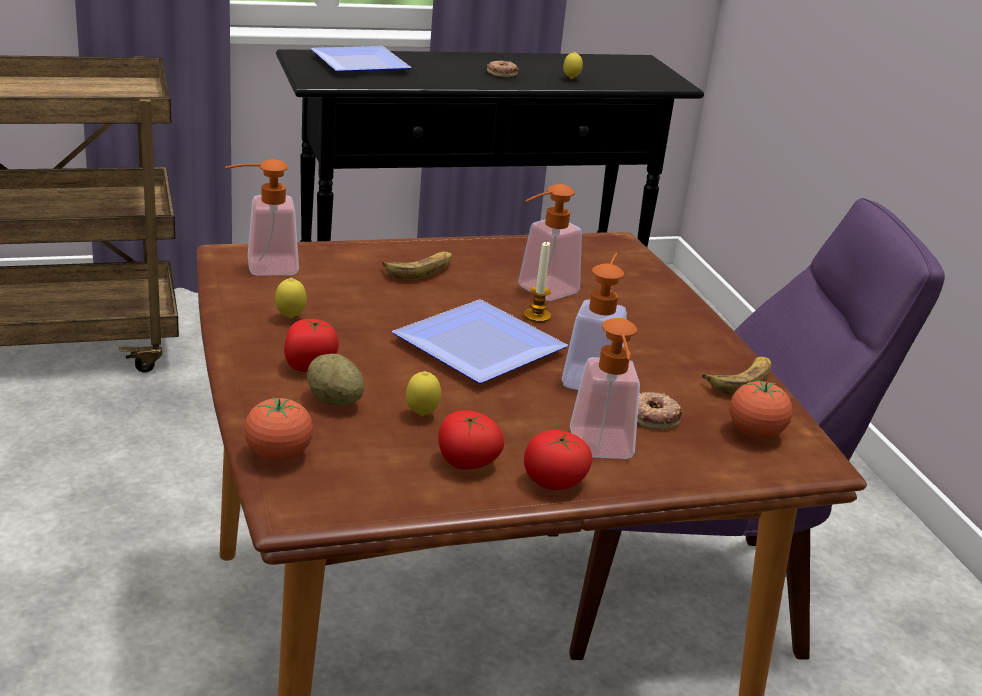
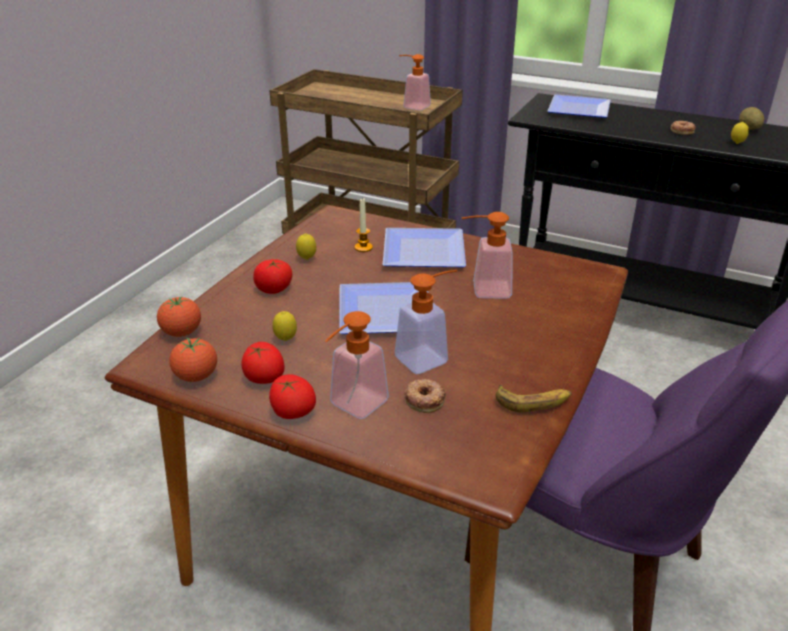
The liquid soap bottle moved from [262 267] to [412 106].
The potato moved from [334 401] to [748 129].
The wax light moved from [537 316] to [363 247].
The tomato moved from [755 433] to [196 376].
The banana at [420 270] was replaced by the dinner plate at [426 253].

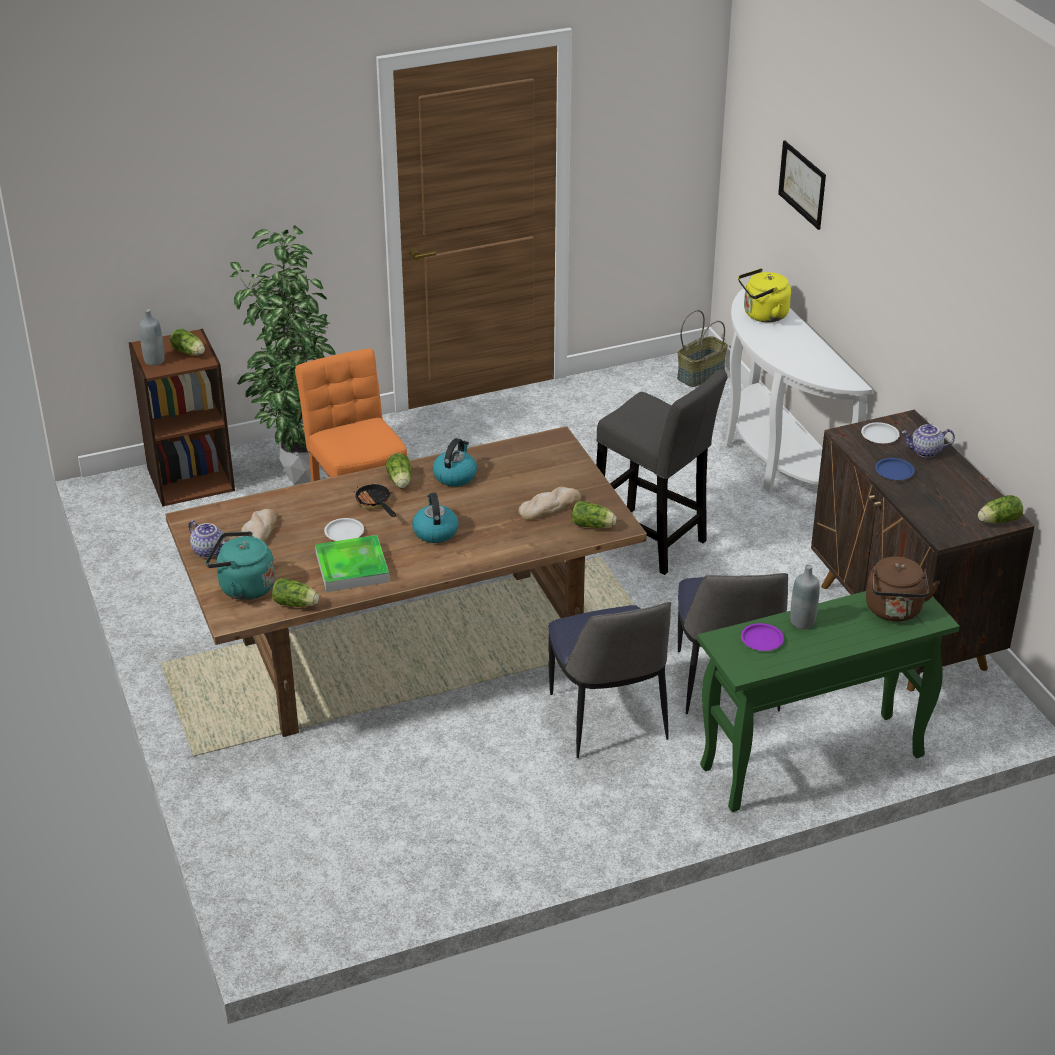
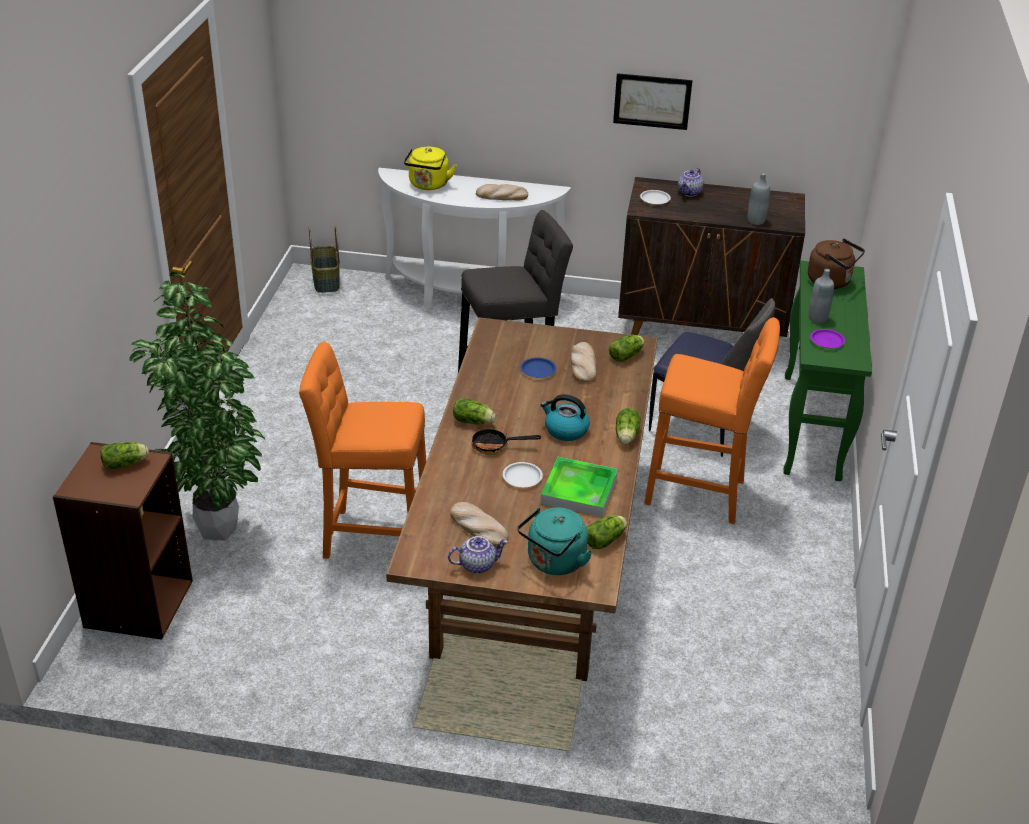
The tea kettle at [455 476] disappeared.
The baked bread at [502 196] appeared.
The drink bottle (grey) moved from [154 361] to [756 221].
The wall picture moved from [802 184] to [652 101].
The dinner plate (blue) moved from [894 471] to [537 370].
The lettuce head moved from [997 521] to [626 436].
The chair at [608 720] was replaced by the sitting stool (orange-coloured) at [701 495].

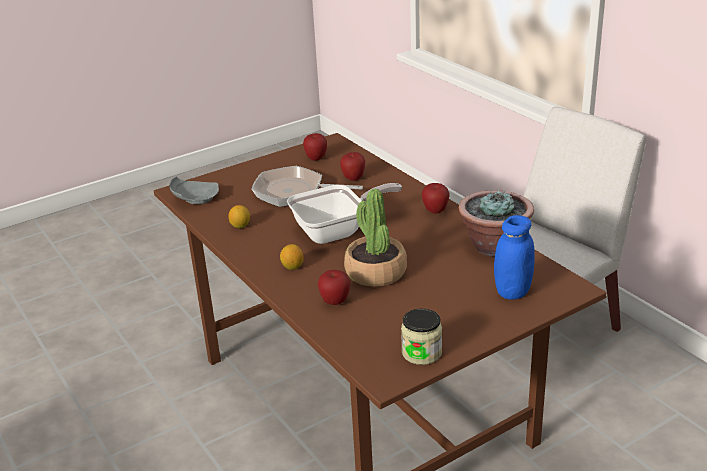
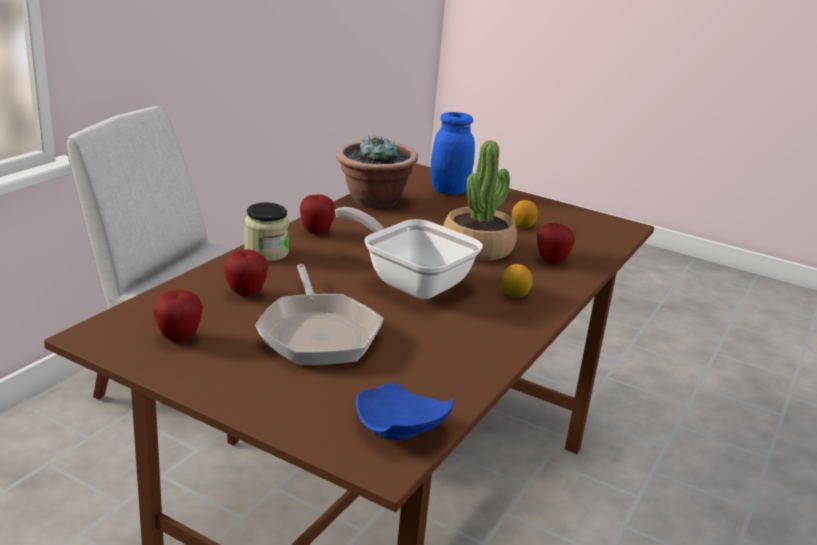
The whole lemon moved from [240 226] to [522 226].
The preserve jar moved from [421 353] to [266 252].
The dinner plate (grey) at [195 198] became the dinner plate (blue) at [399 428].

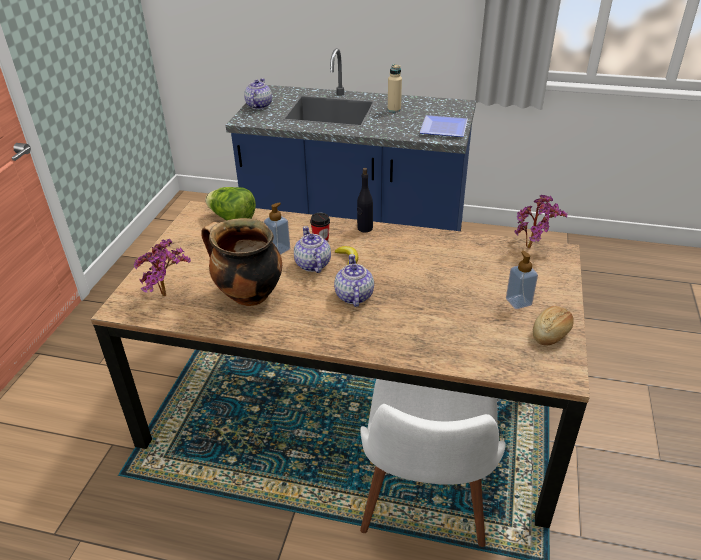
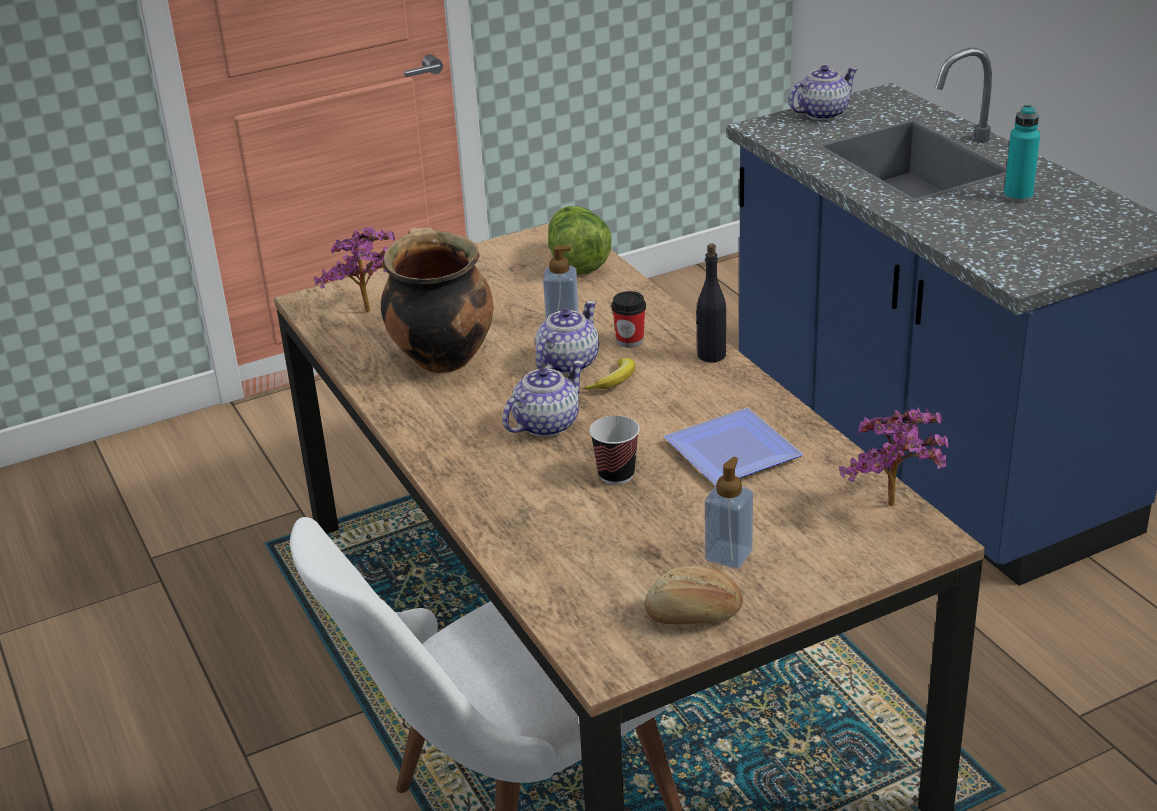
The cup at [616 475] appeared.
The dinner plate moved from [445 128] to [737 452].
The drink bottle (beige) at [394 109] became the drink bottle (turquoise-coloured) at [1018 196].

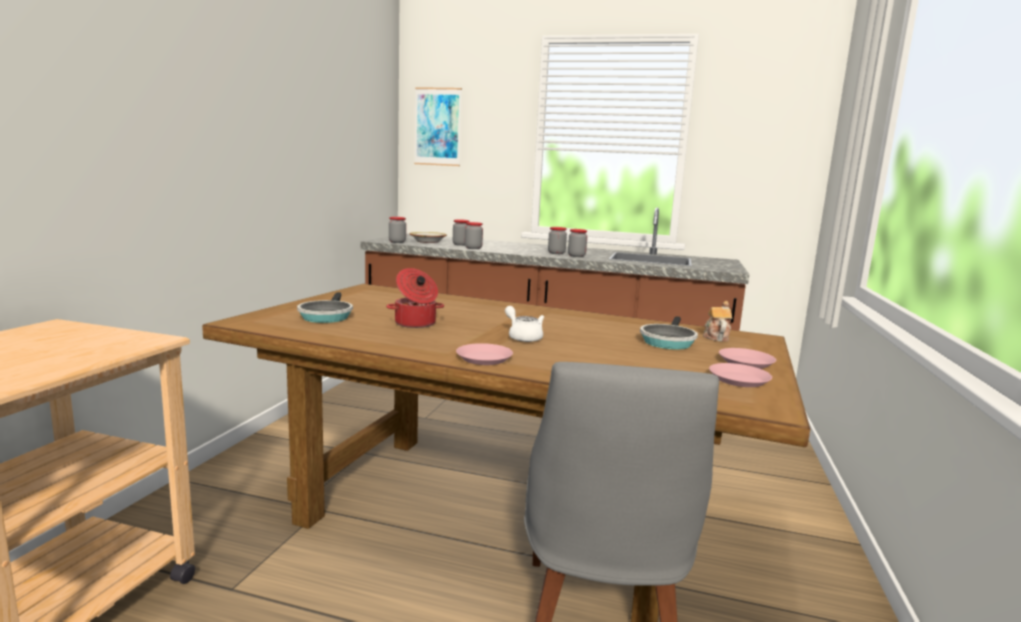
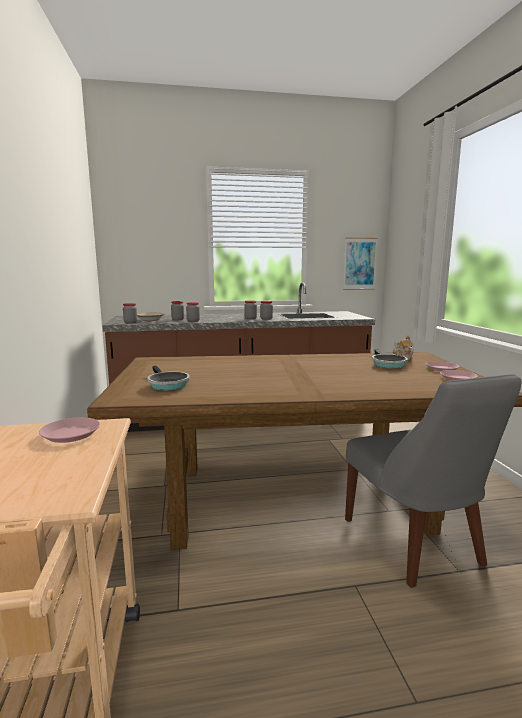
The cooking pot at [415 324] disappeared.
The teapot (whitish) at [523 337] disappeared.
The wall picture moved from [437 127] to [360 264].
The dinner plate (pinkish) moved from [483 358] to [70 434].

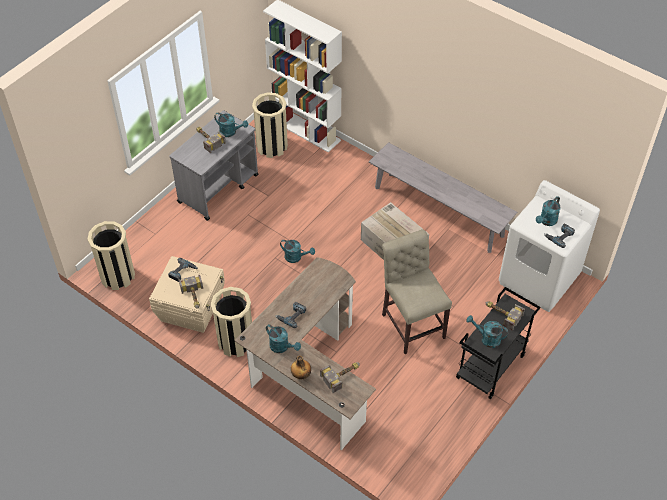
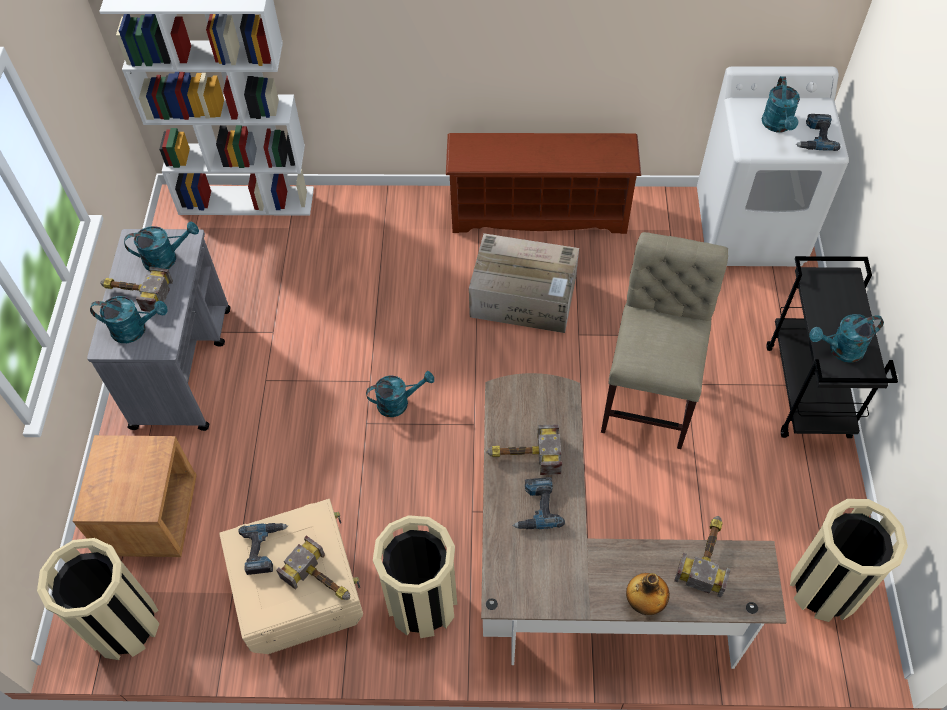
The bedside table (brownish) at [151 516] appeared.
The waste bin (beige) moved from [272 146] to [825 587].
The watering pot (turquoise-coloured) moved from [282 347] to [135 329].
The hand hammer moved from [501 314] to [522 455].
The indoor bench (grey) at [438 211] was replaced by the shoe shelf (brownish) at [539 213].
The chair (beige) at [411 323] turned 75 degrees clockwise.

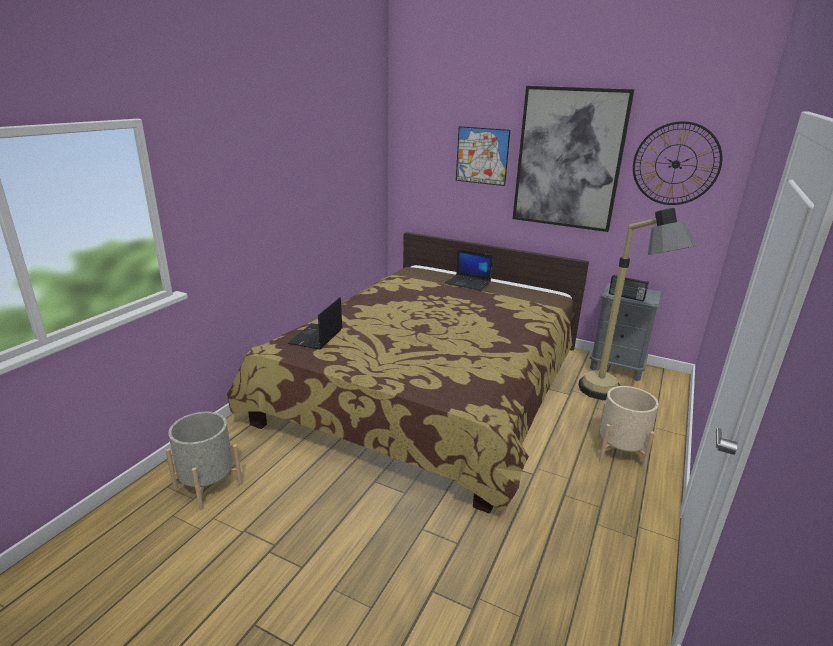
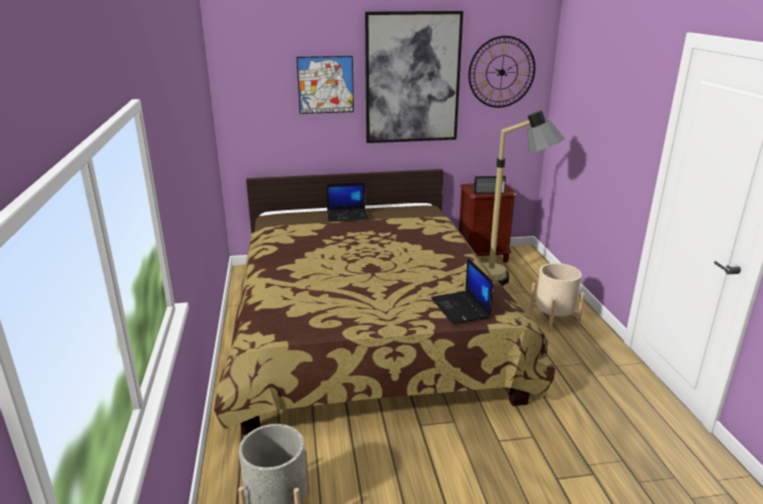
The laptop moved from [316 337] to [461 308].
The bedside table (grey) at [616 367] became the bedside table (brownish) at [483 257].

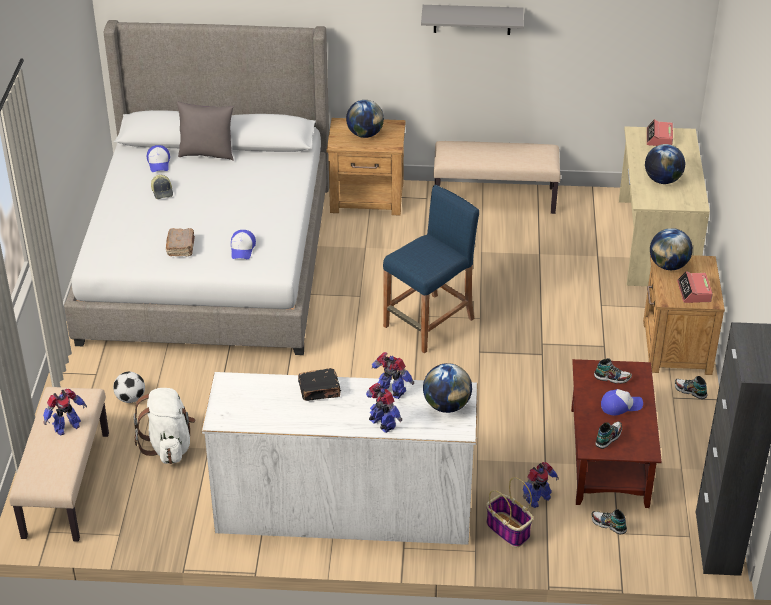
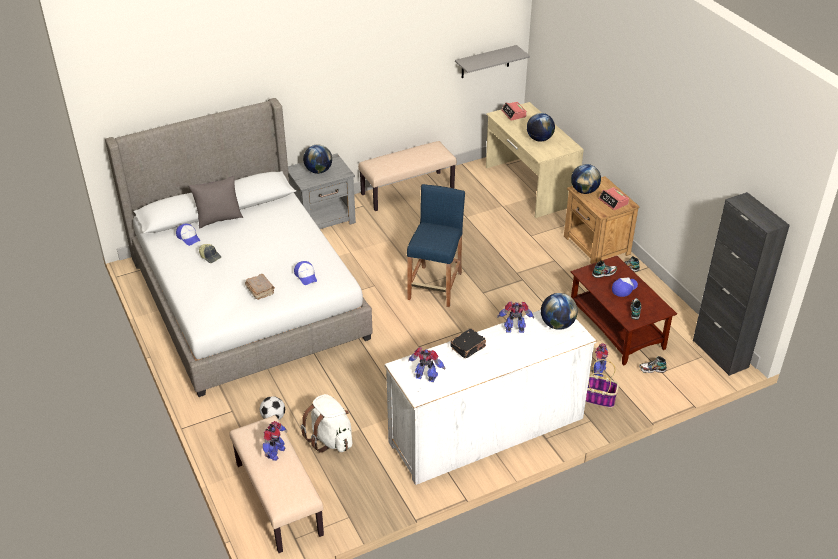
The toy robot moved from [382 424] to [426 377].
The bracket shelf (grey) moved from [472 19] to [485 62].
The bedside table (brownish) at [368 198] became the bedside table (grey) at [324 219].

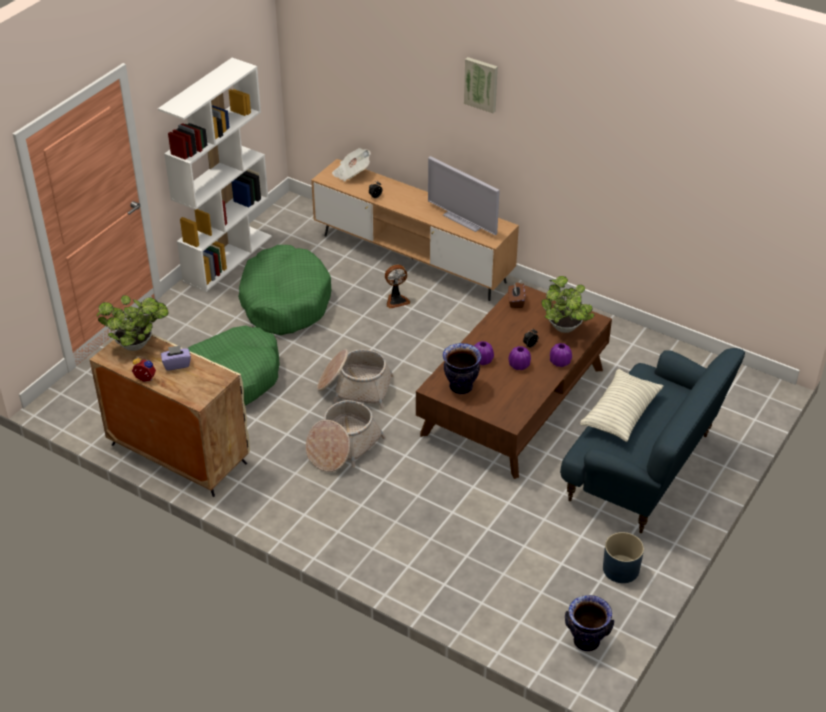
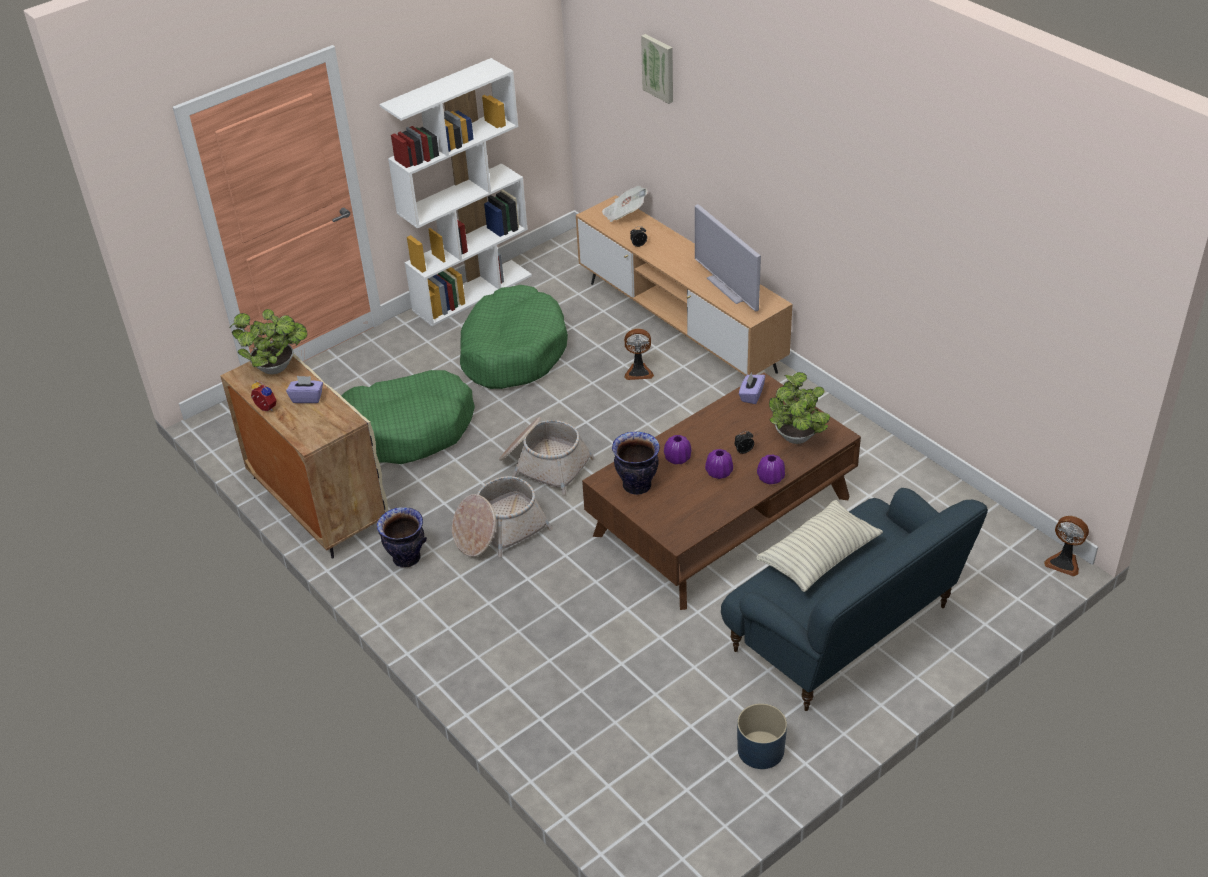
The fan at [1064 562] appeared.
The wall picture moved from [481 84] to [659 68].
The decorative vase moved from [586 641] to [407 558].
The box of tissues (brownish) at [516 301] became the box of tissues (purple) at [751 395].

